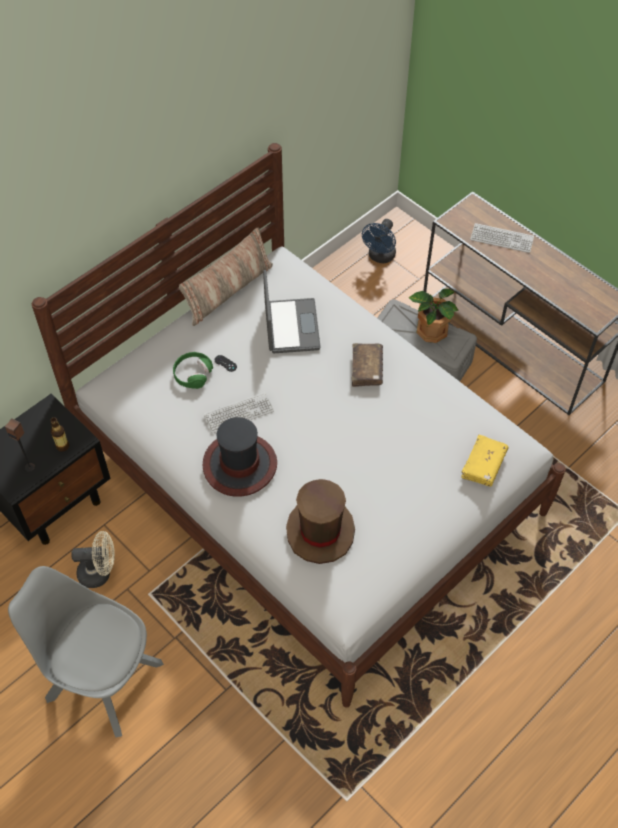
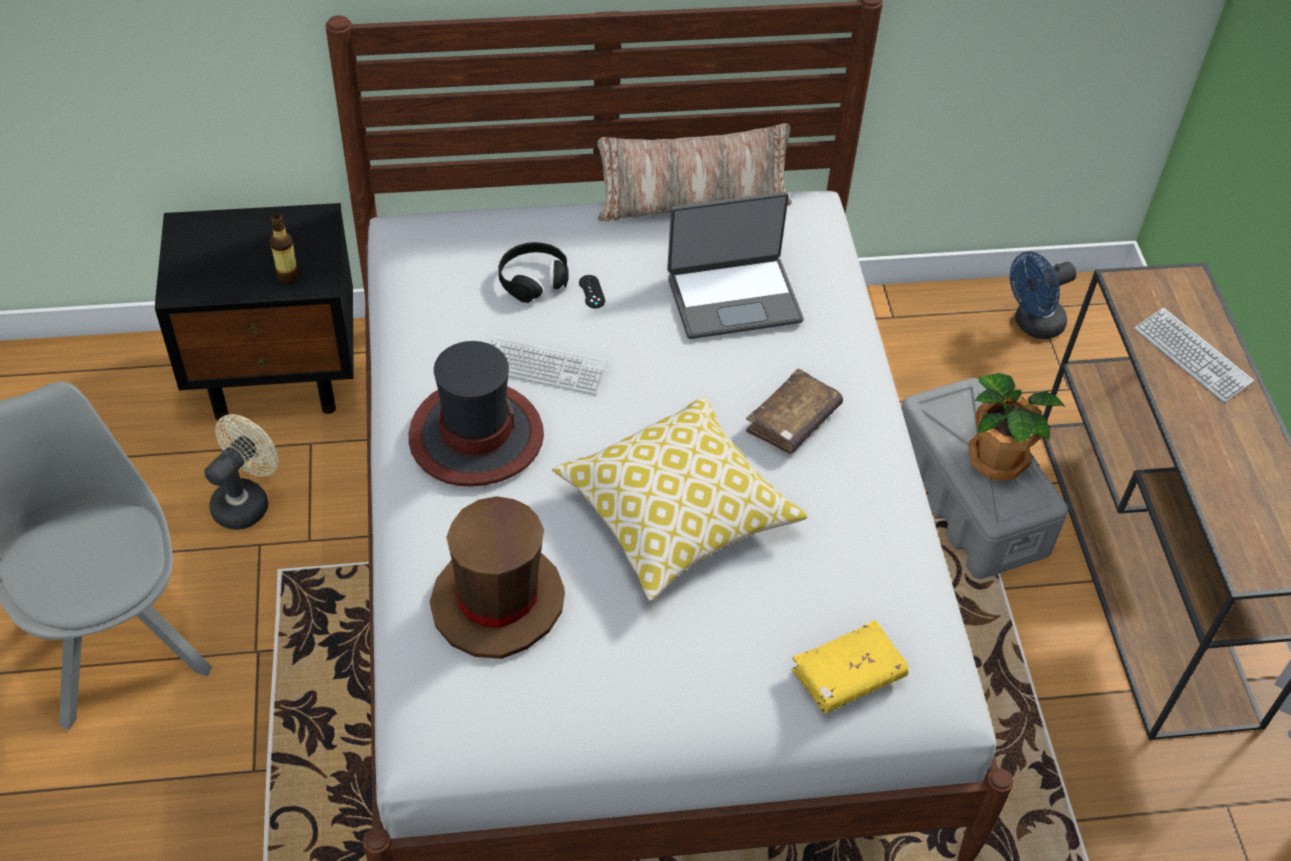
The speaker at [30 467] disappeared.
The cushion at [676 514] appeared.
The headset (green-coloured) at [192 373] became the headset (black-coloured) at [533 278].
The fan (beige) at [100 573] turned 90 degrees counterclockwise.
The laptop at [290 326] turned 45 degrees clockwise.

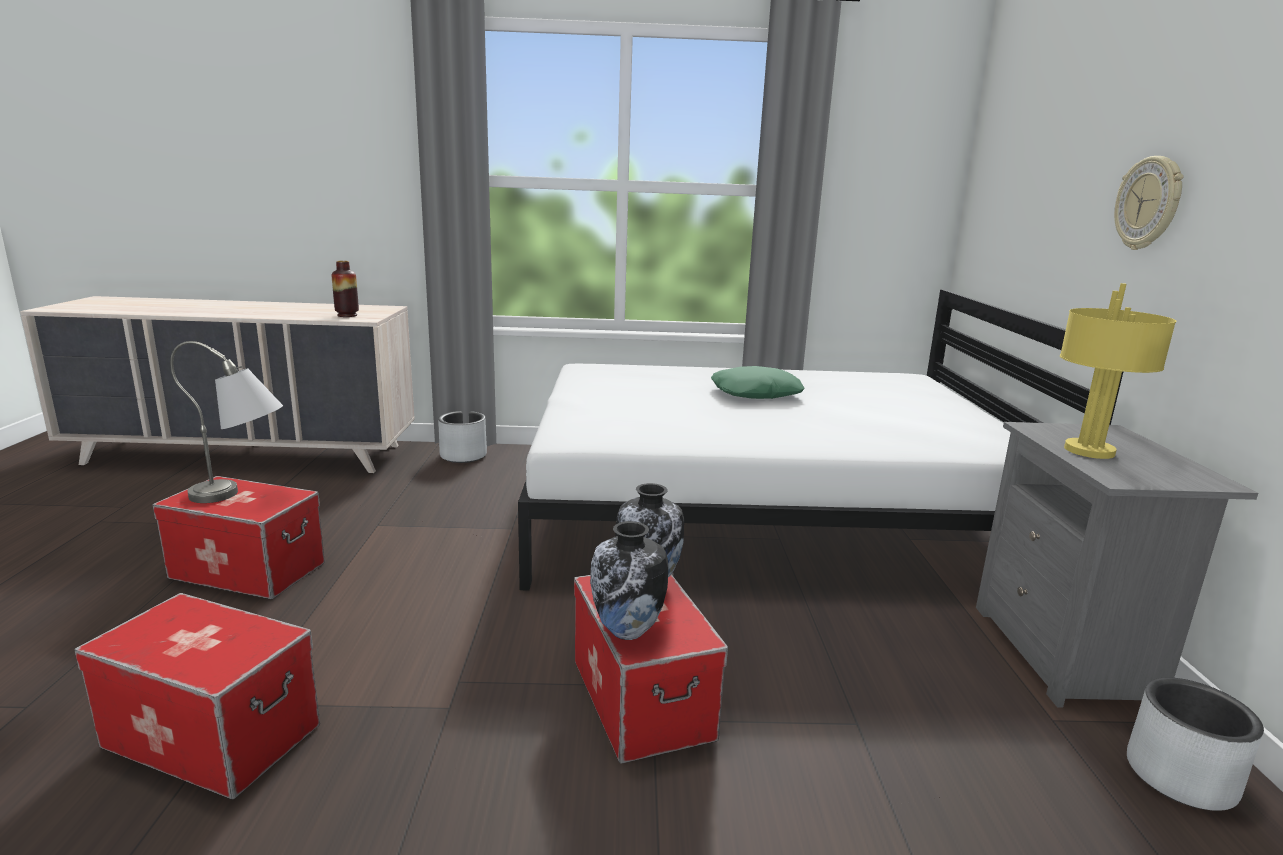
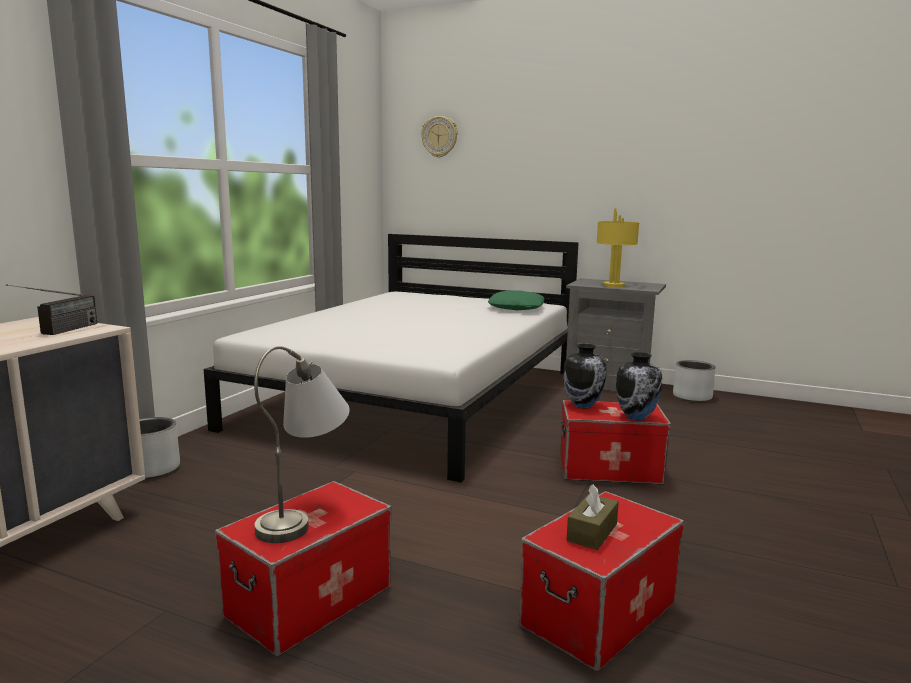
The box of tissues (brownish) at [592 532] appeared.
The cushion (green-coloured) moved from [756 393] to [516 308].
The hanging clock moved from [1149 203] to [439 137].
The decorative vase at [347 315] was replaced by the radio set at [59 332].

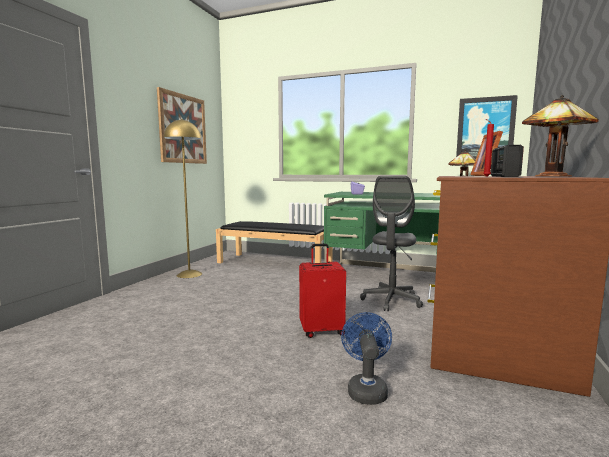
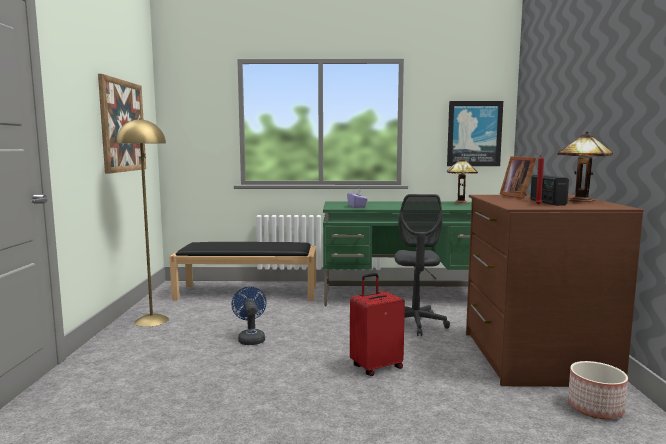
The plant pot at [596 408] appeared.
The fan (blue) moved from [366 389] to [250 338].

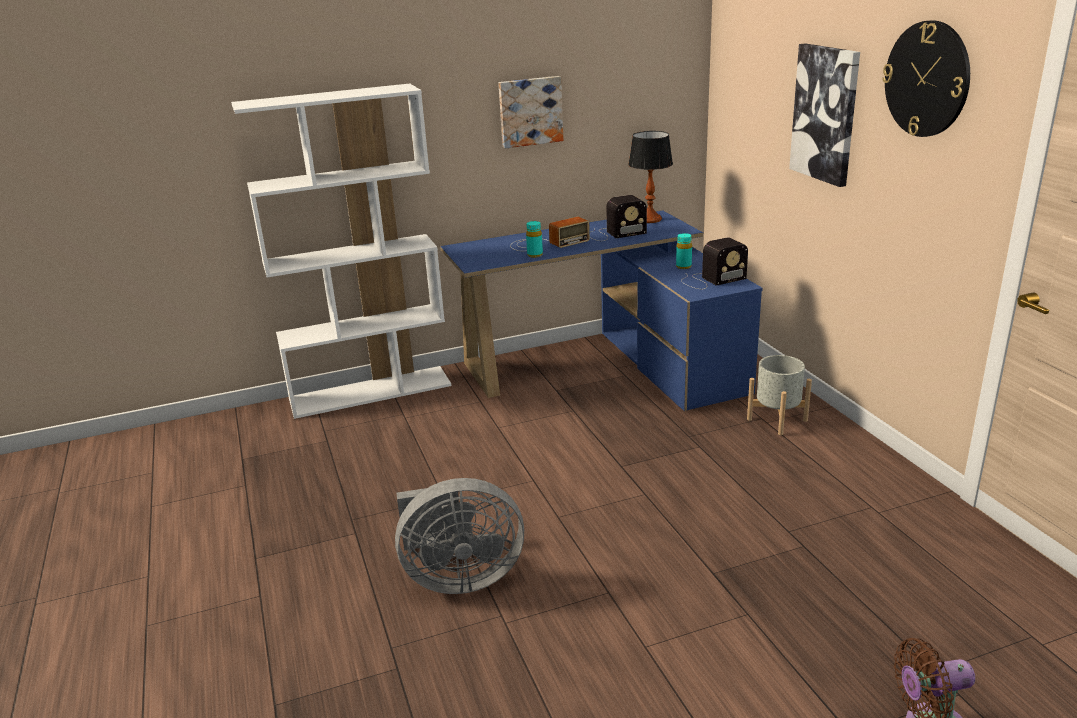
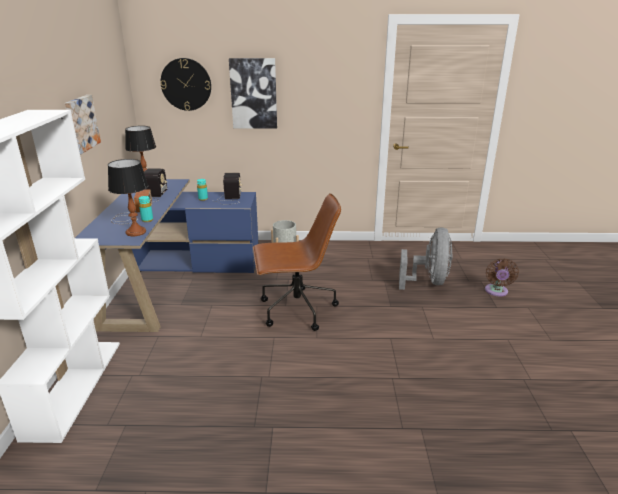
The table lamp at [135 232] appeared.
The office chair (brownish) at [296 310] appeared.
The fan (grey) moved from [459 577] to [428 281].
The hanging clock moved from [927 79] to [186 84].

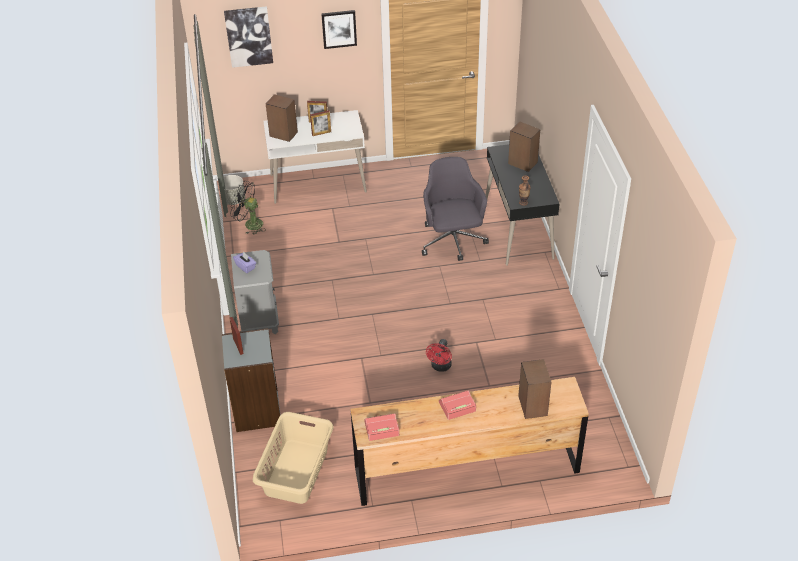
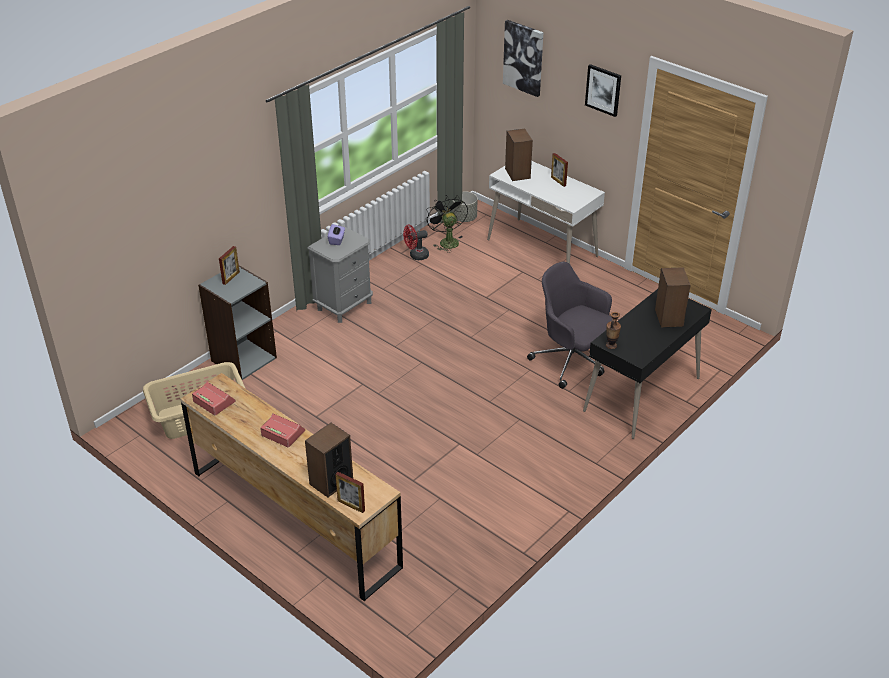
The picture frame moved from [321 133] to [351 505].
The fan (reddish) moved from [440 367] to [416 256].
The office chair (grey) at [452 241] turned 90 degrees counterclockwise.

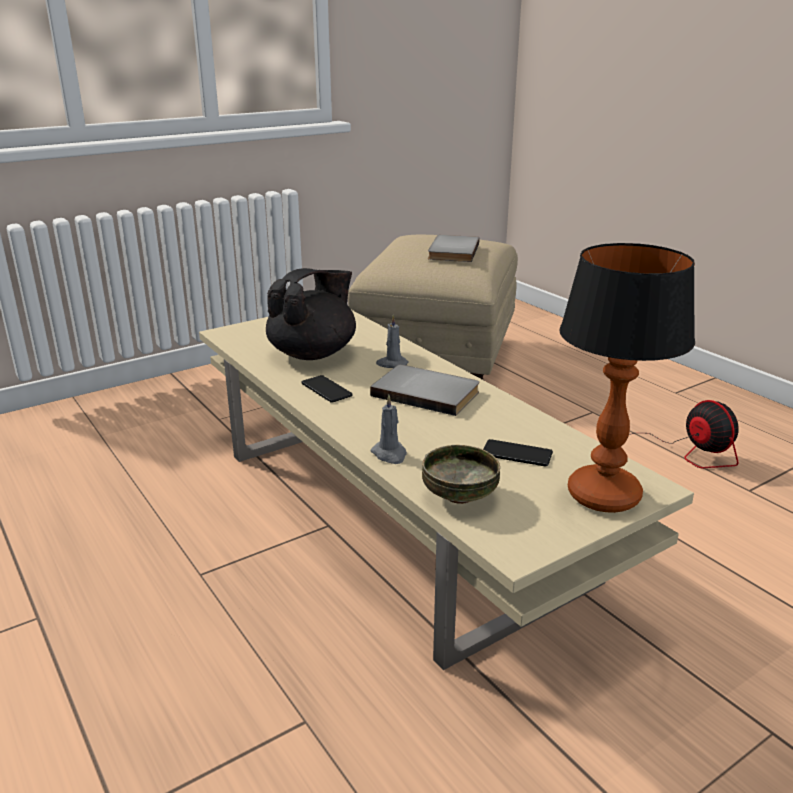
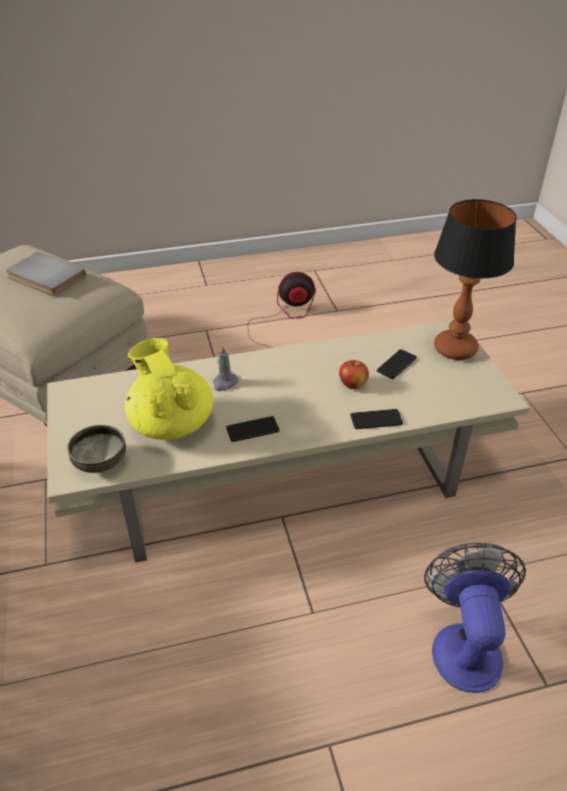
The book (grey) at [427 392] disappeared.
The apple fruit at [353 384] appeared.
The fan at [464 644] appeared.
The bowl moved from [458 496] to [100 463].
The wax light (grey) at [390 454] was replaced by the handset at [376 420].
The teapot (black-coloured) at [314 354] became the teapot (yellow) at [171 423].

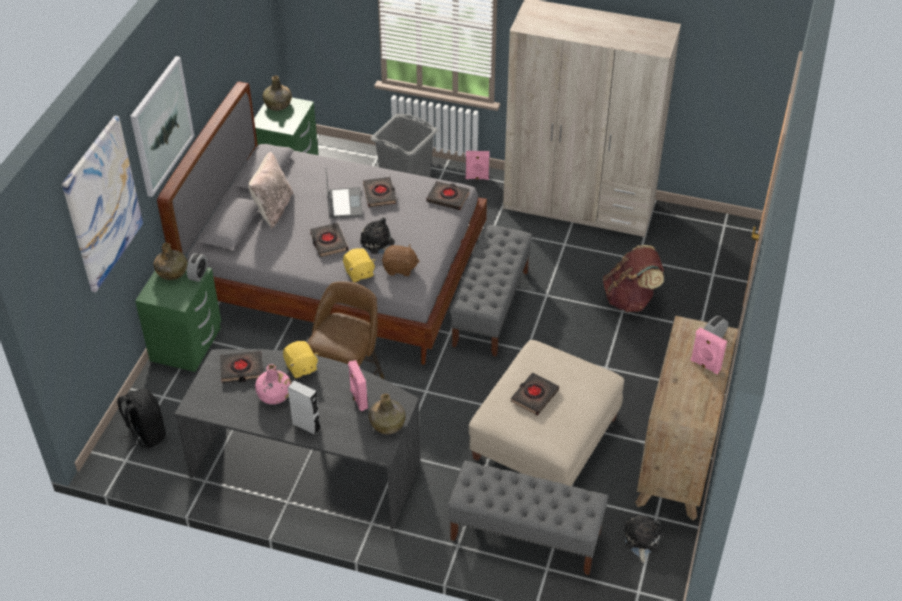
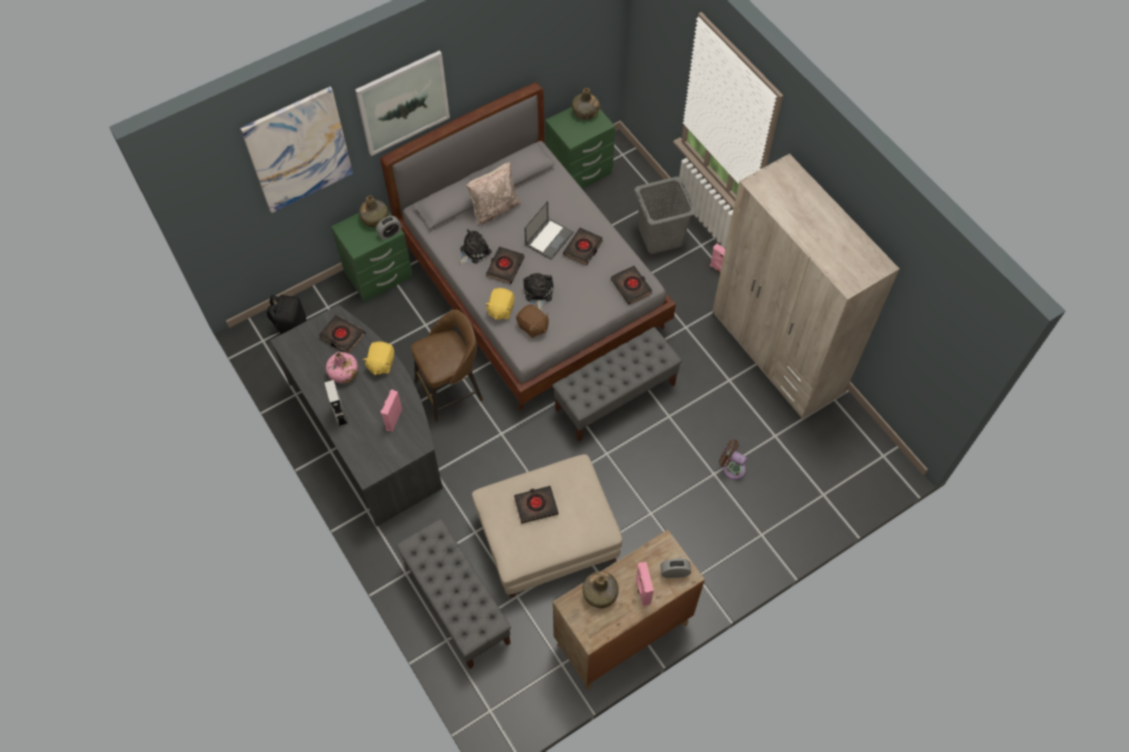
The drink bottle (green-coloured) moved from [387 424] to [600 593].
The plush toy moved from [641 541] to [473 251].
The backpack (brownish) at [630 299] was replaced by the fan (brownish) at [731 467].

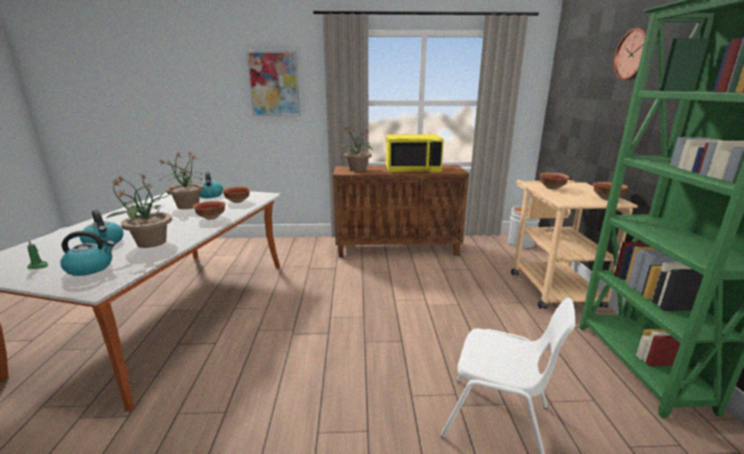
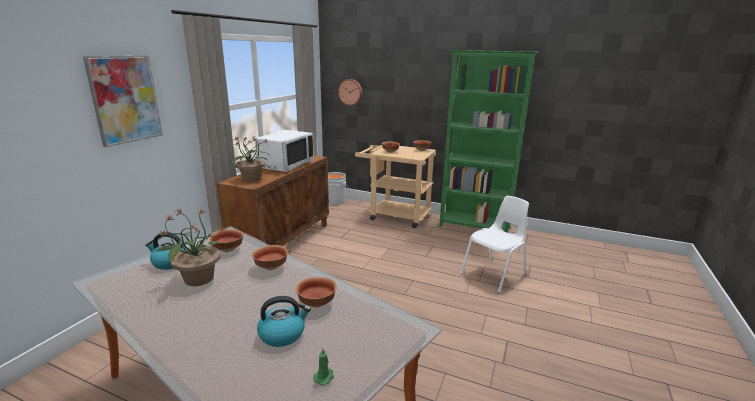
The tea kettle at [91 268] disappeared.
The hanging clock moved from [634 54] to [350 92].
The plant in a pot at [150 243] was replaced by the bowl at [316 303].
The microwave oven (yellow) at [412 169] became the microwave oven (whitish) at [285 165].

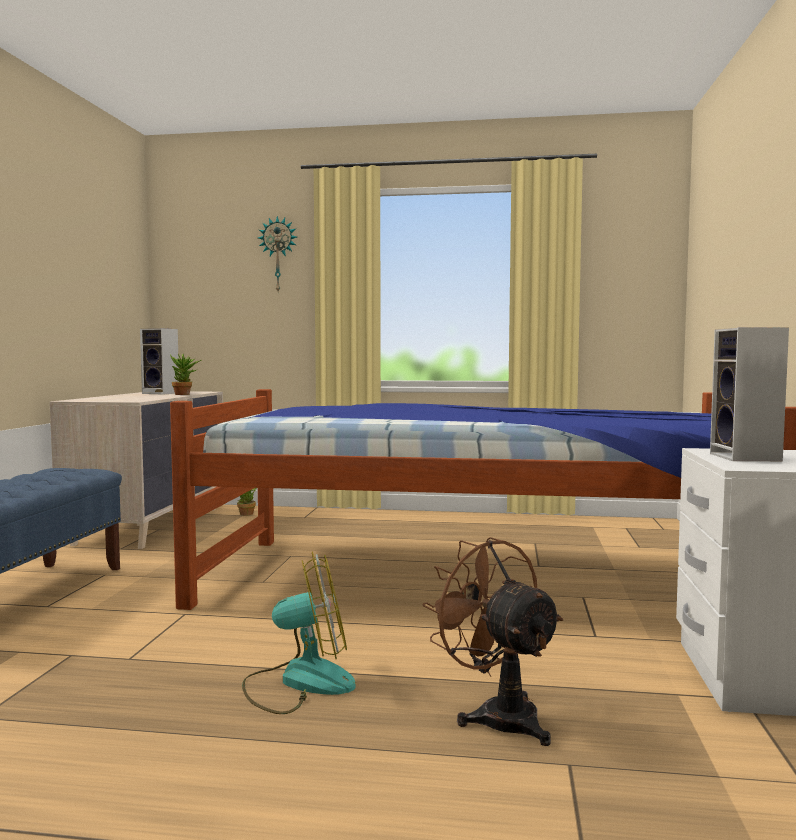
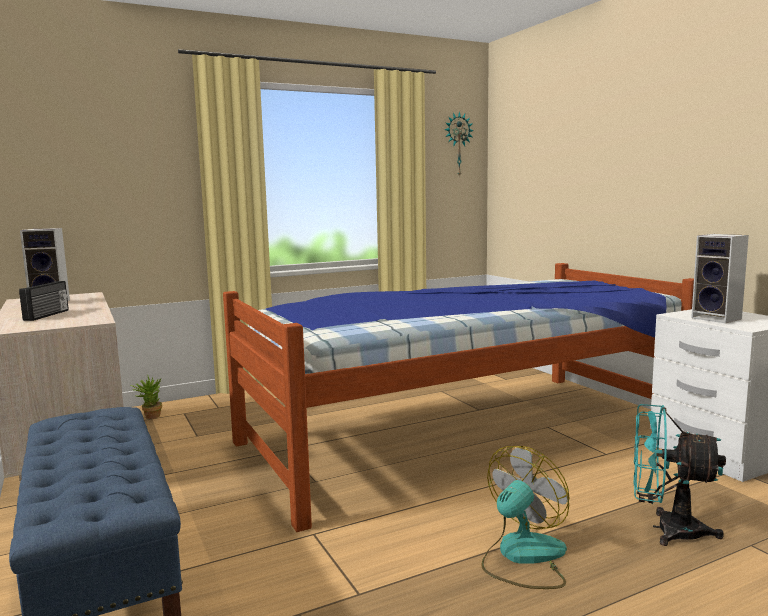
The plant in a pot at [185 394] disappeared.
The radio set at [47 315] appeared.
The hanging clock moved from [278 255] to [457 144].
The fan (brownish) at [497 715] became the fan (turquoise-coloured) at [666 529].

